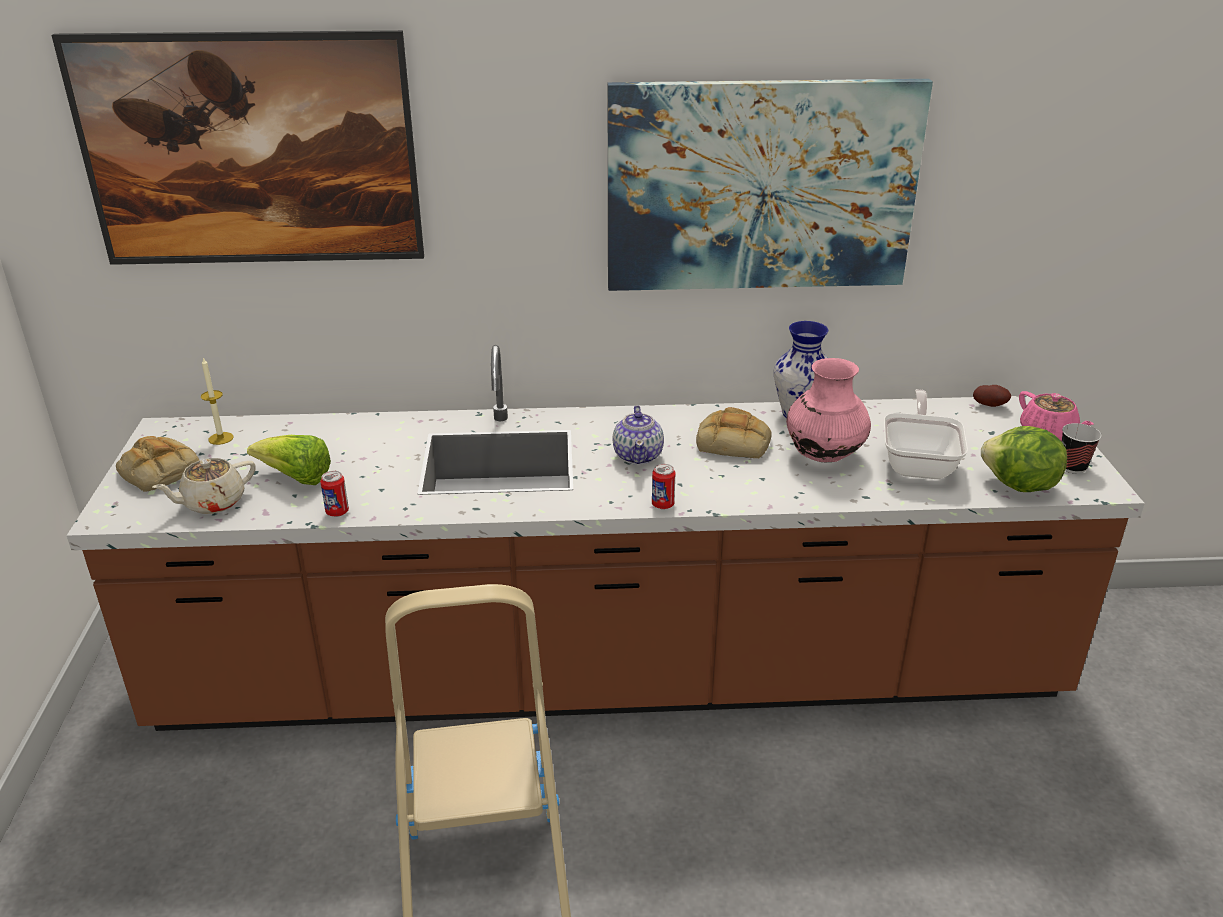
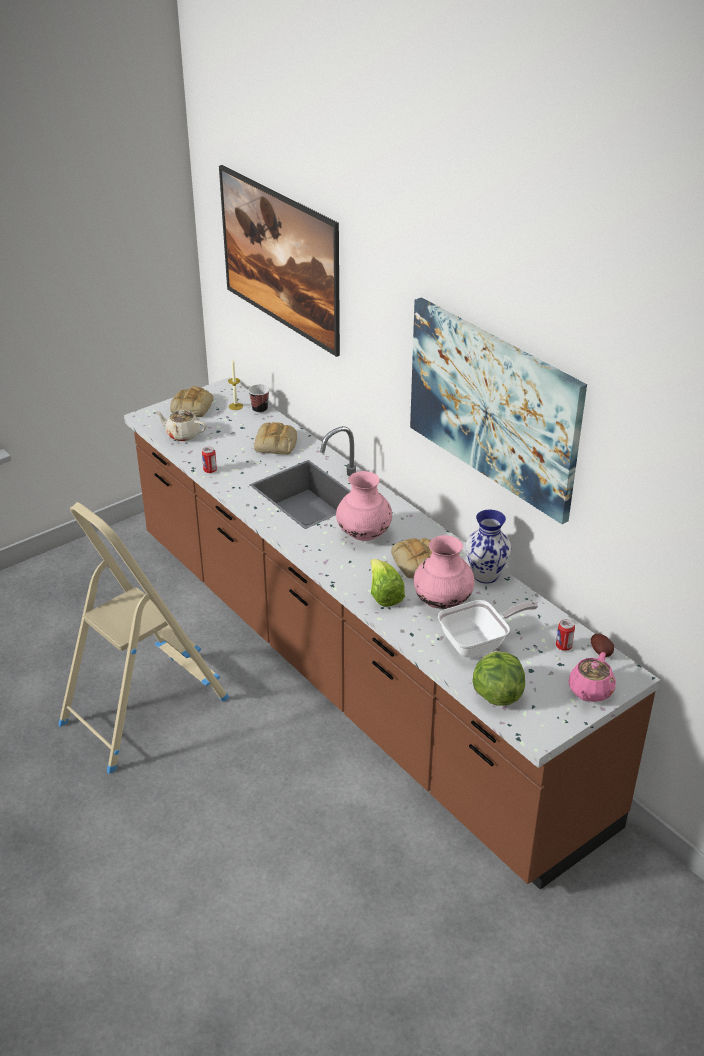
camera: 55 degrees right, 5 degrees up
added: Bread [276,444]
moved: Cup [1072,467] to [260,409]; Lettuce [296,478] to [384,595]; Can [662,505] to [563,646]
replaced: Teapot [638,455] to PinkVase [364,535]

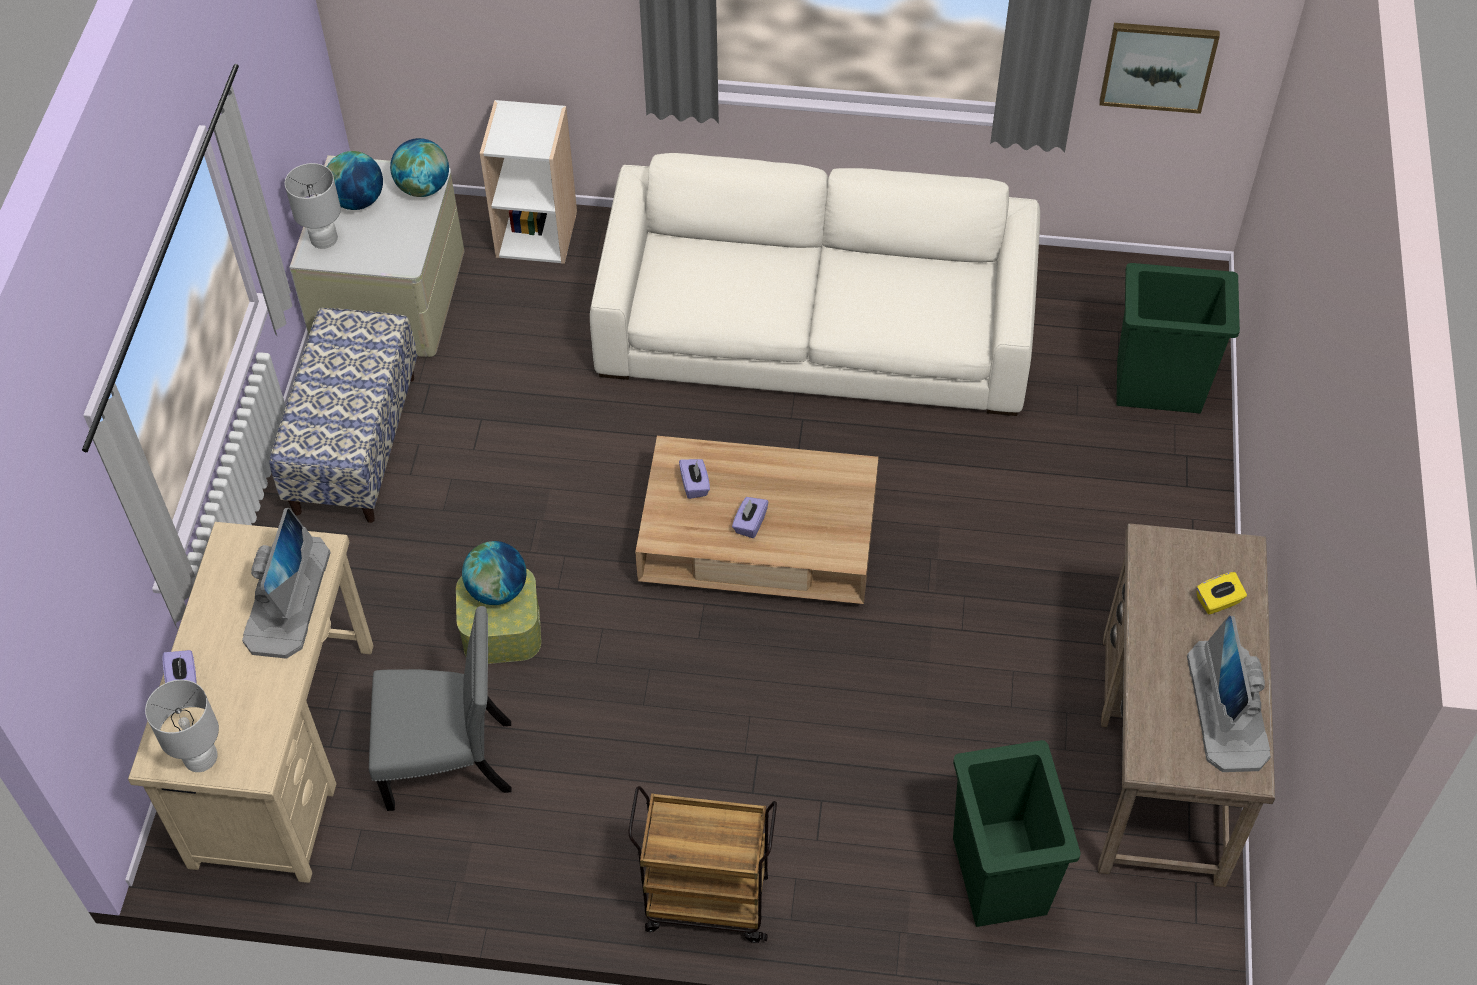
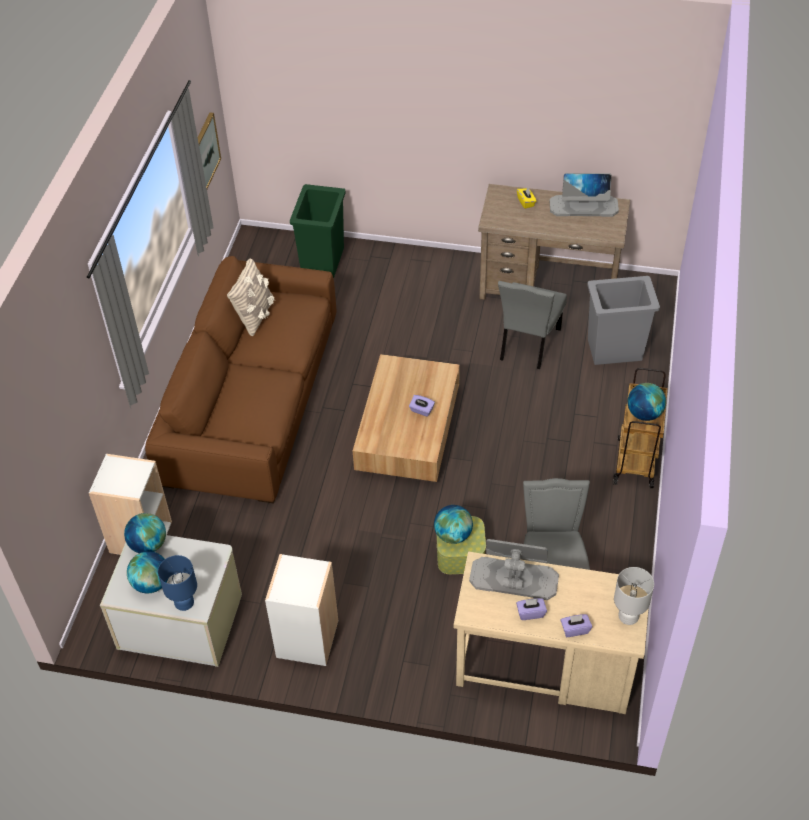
camera: 85 degrees left, 5 degrees down
added: BeigePillow [255,316]; GreyChair [528,342]; Globe [644,414]
moved: PurpleTissueBox [695,485] to [530,613]
replaced: Bench [354,443] to Bookcase [307,638]
recoloured: WhiteSofa [817,324] to BrownSofa [251,396]; GreyTableLamp [324,239] to BlueTableLamp [184,602]; GreenTrashCan [998,877] to GreyTrashCan [615,350]

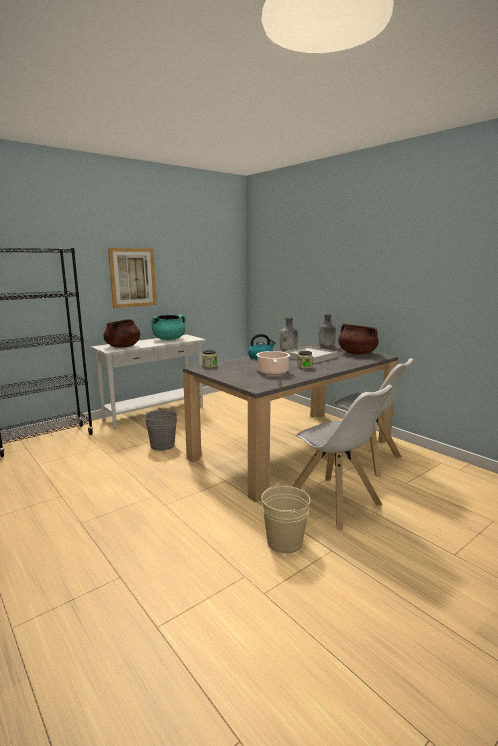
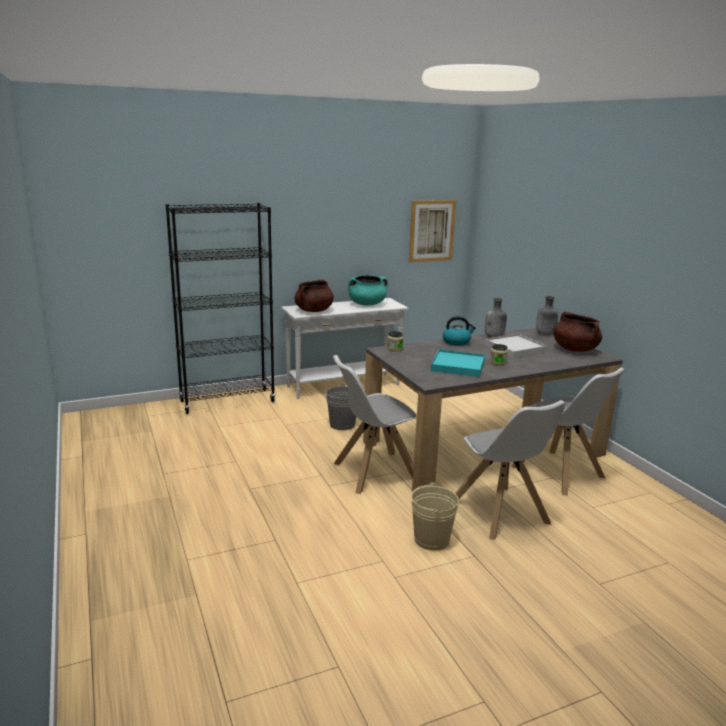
camera: 15 degrees right, 5 degrees up
added: Chair [373,472]
moved: Picture [133,277] to [431,231]
replaced: CookingPot [273,373] to TurquoiseTray [457,366]

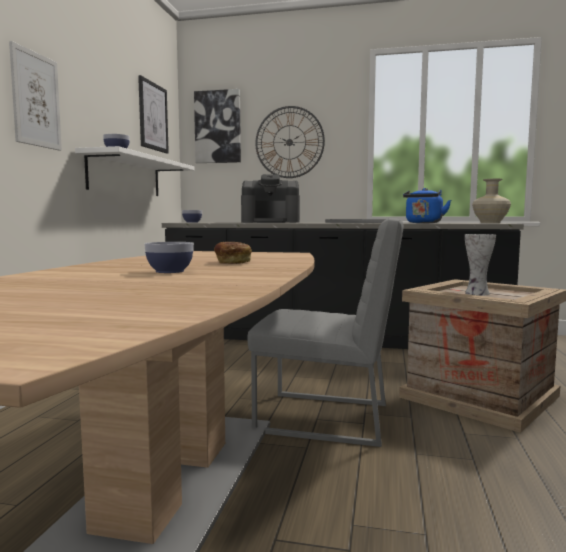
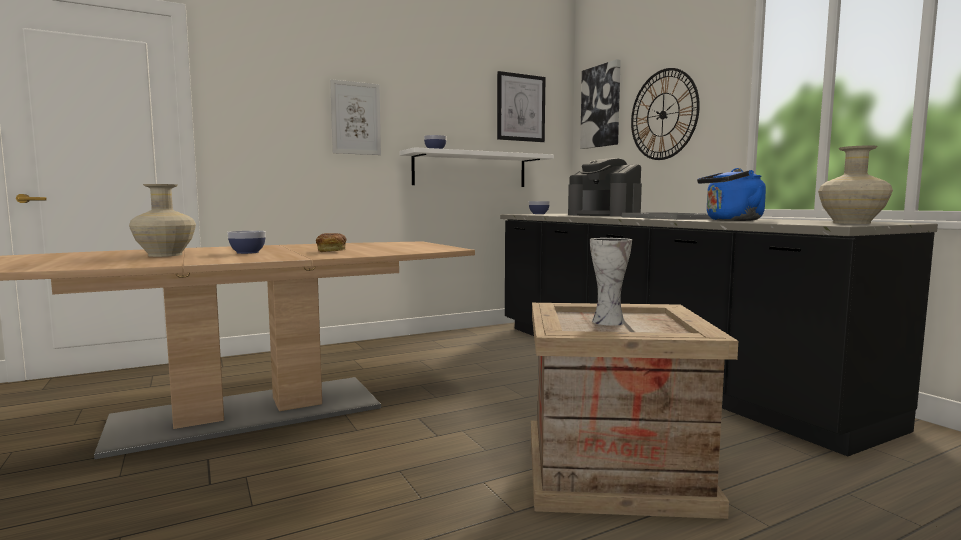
camera: 50 degrees right, 0 degrees up
removed: GreyChair [328,418]
added: BeigeVase [165,255]

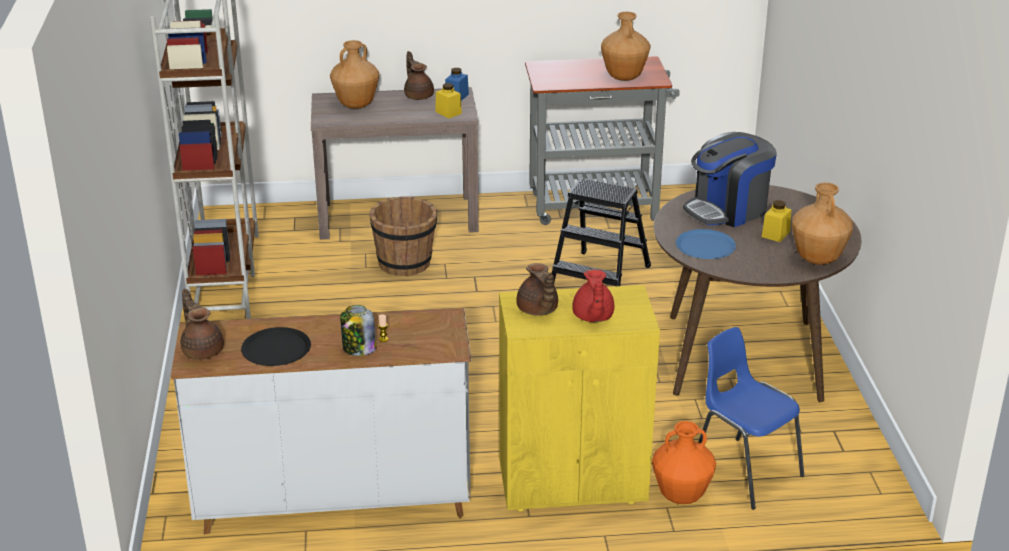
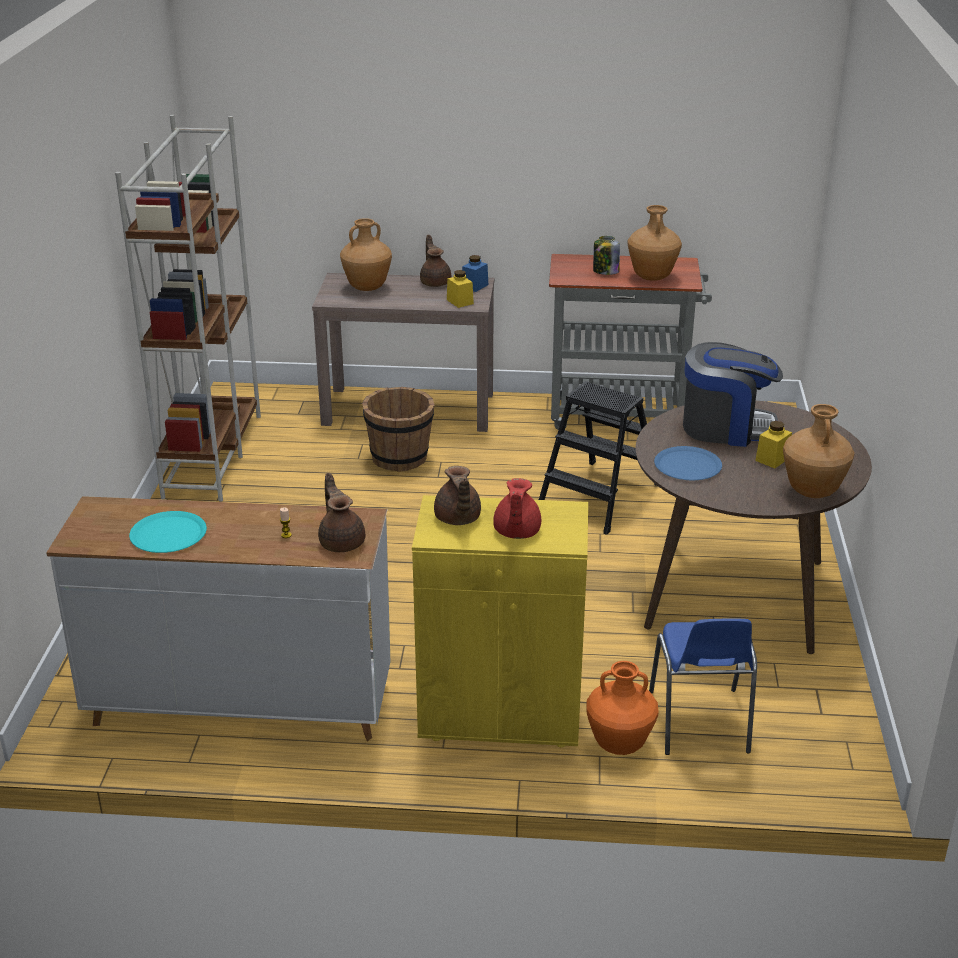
camera: 10 degrees right, 0 degrees up
moved: BrownTeapot [202,350] to [342,542]; Jar [358,349] to [605,271]
recoloured: BlackPlate [276,348] to TurquoisePlate [168,534]
turned: CoffeeMachine [727,209] = [726,427] 150 degrees counterclockwise; BlueChair [744,471] = [699,724] 150 degrees counterclockwise

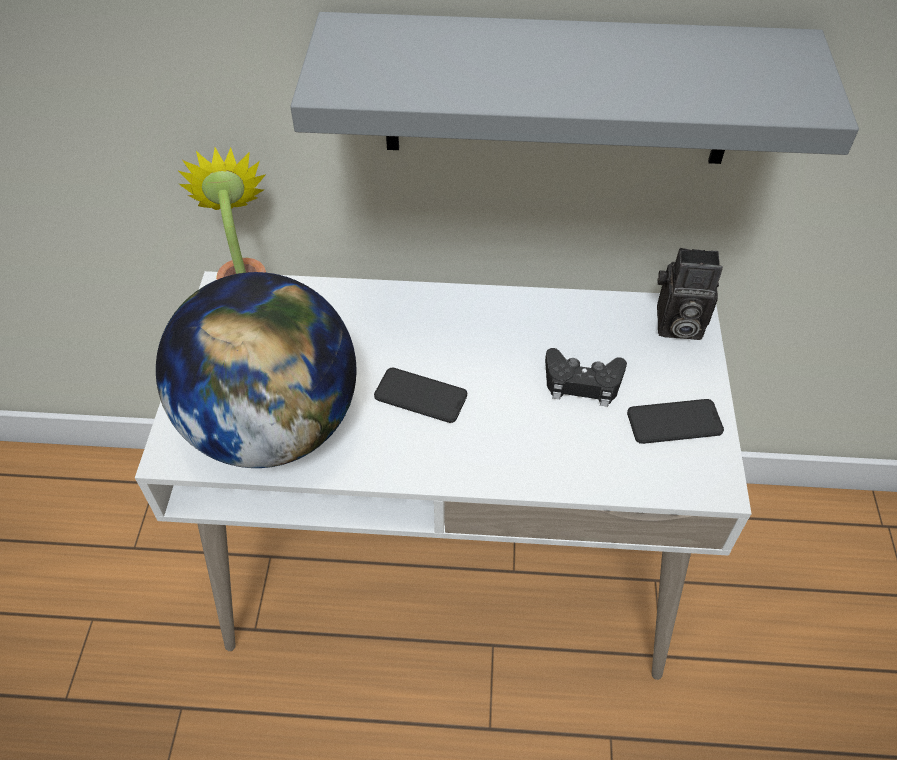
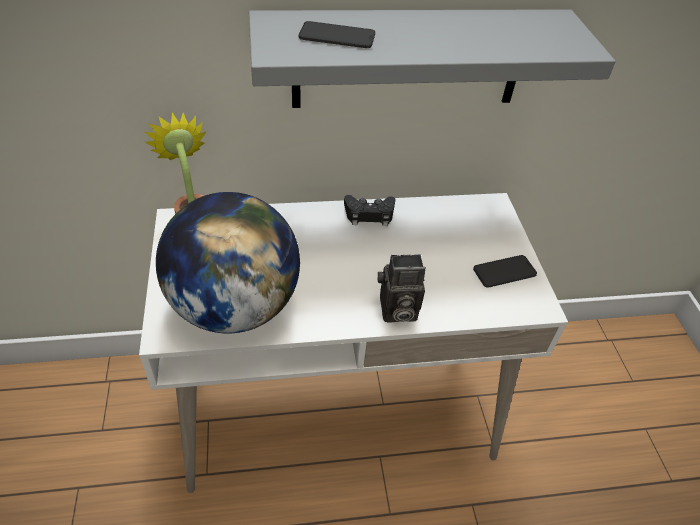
camera: 15 degrees left, 5 degrees down
moved: PhotoCamera [676,325] to [396,311]; BlackGameController [582,382] to [369,214]; Phone [420,396] to [337,36]

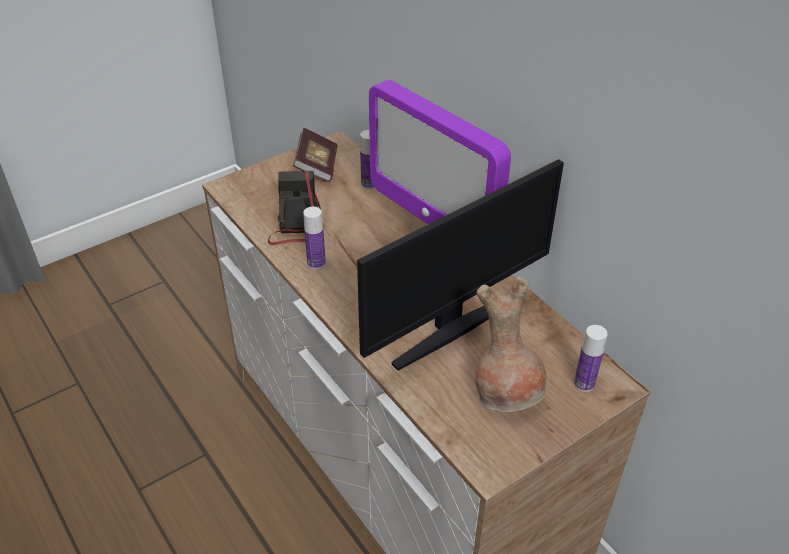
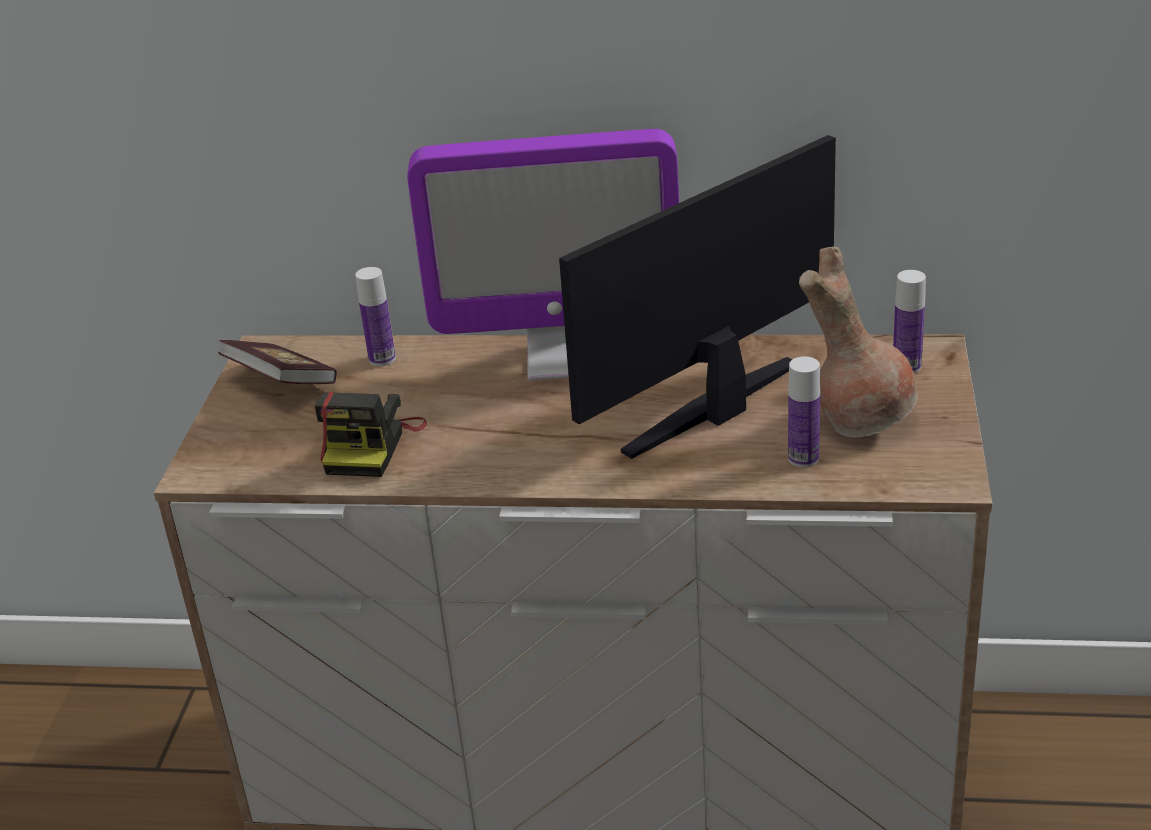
camera: 45 degrees left, 10 degrees down
moved: Bottle [316,263] to [803,458]
turned: Monitor [453,328] = [718,410] 135 degrees counterclockwise; PhotoCamera [297,225] = [371,446] 120 degrees counterclockwise

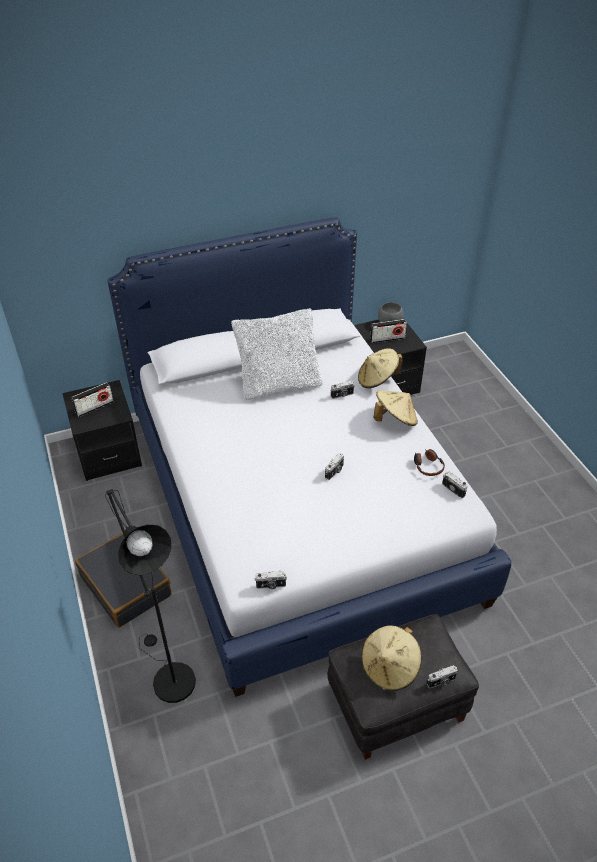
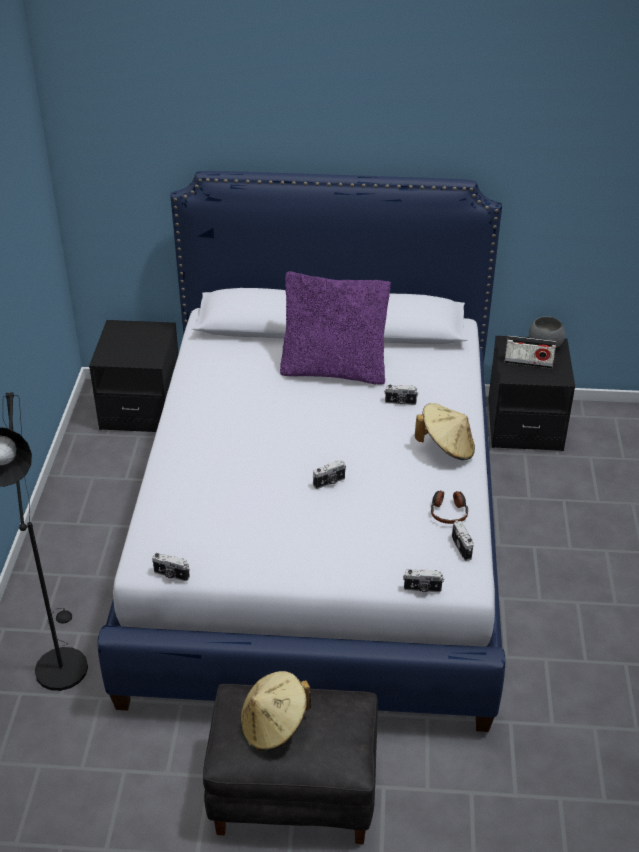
camera: 25 degrees right, 5 degrees down
removed: BeigeHat [377,379]; Radio [94,407]; BlackSuitcase [126,585]
moved: PhotoCamera [441,682] to [422,589]
recoloured: WhitePillow [279,382] to PurplePillow [334,367]

